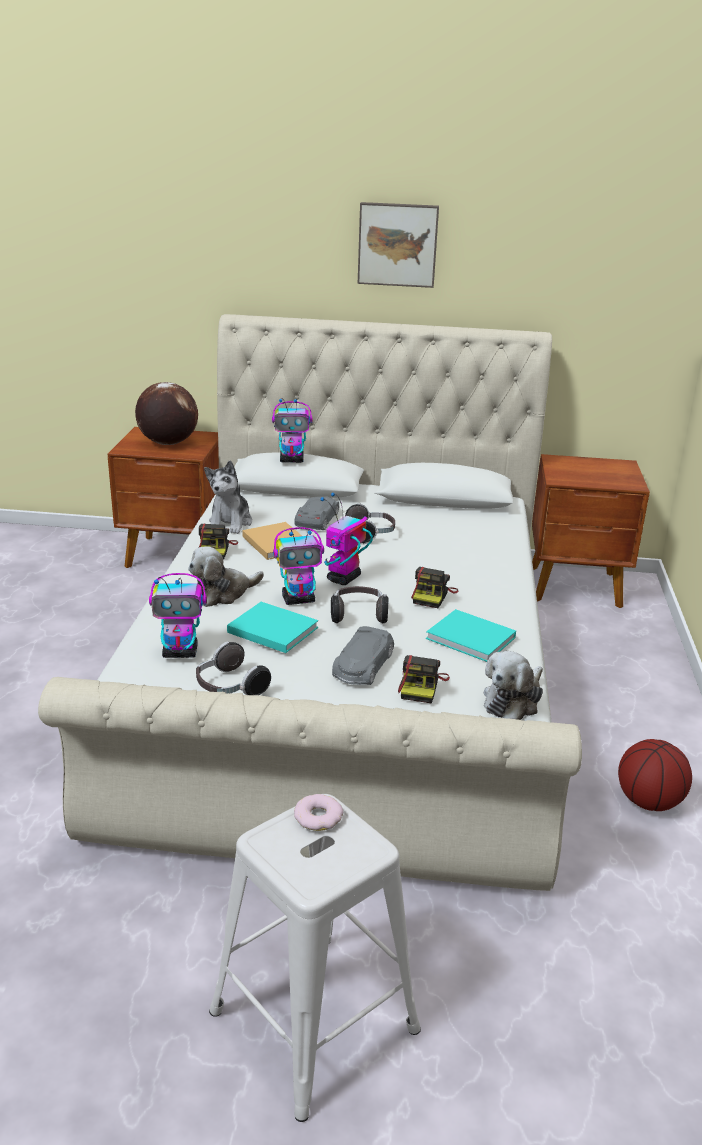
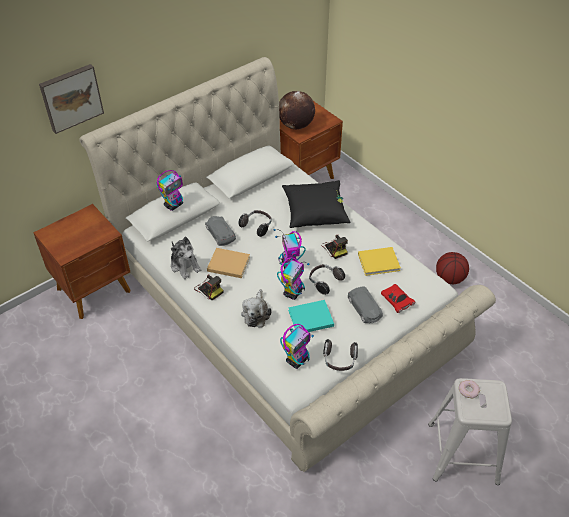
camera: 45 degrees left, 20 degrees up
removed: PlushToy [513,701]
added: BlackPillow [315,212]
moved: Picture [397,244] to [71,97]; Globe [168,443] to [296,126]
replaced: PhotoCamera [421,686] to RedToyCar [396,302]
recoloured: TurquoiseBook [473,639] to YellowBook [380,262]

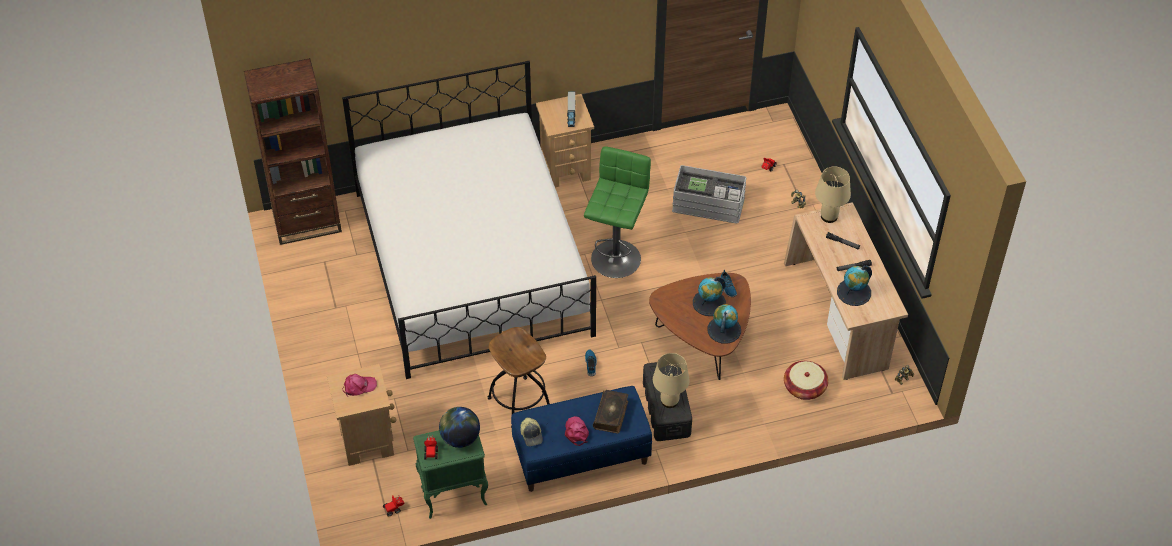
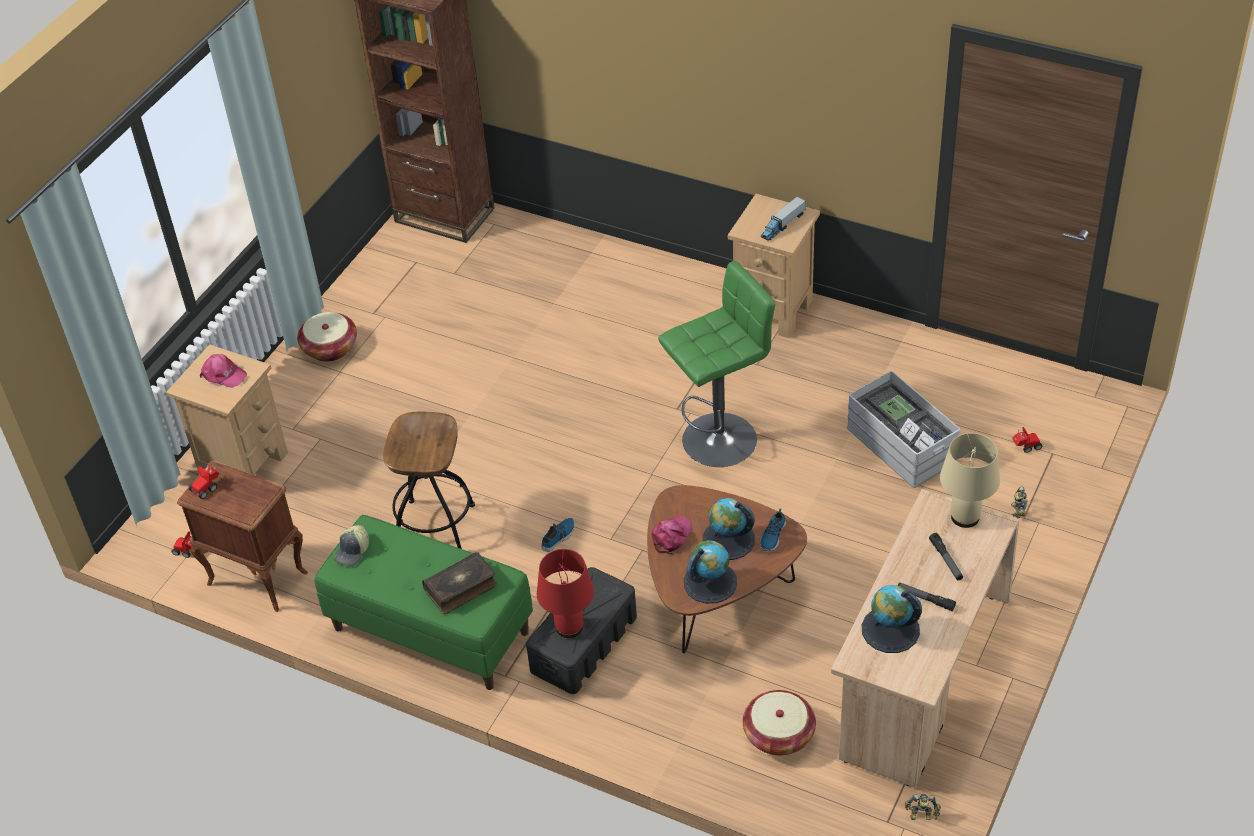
camera: 45 degrees right, 5 degrees down
removed: WhiteBed [472,262]; Globe [460,438]
added: Basket [330,348]
moved: PinkCap [576,432] to [671,536]
recoloured: BeigeTableLamp [669,400] to RedTableLamp [569,626]; BlueBench [581,457] to GreenBench [430,631]; GreenNightstand [453,496] to BrownNightstand [257,579]

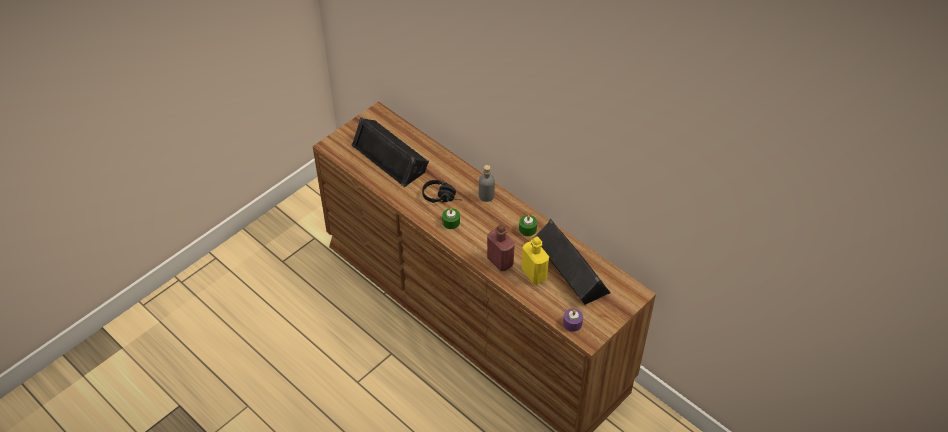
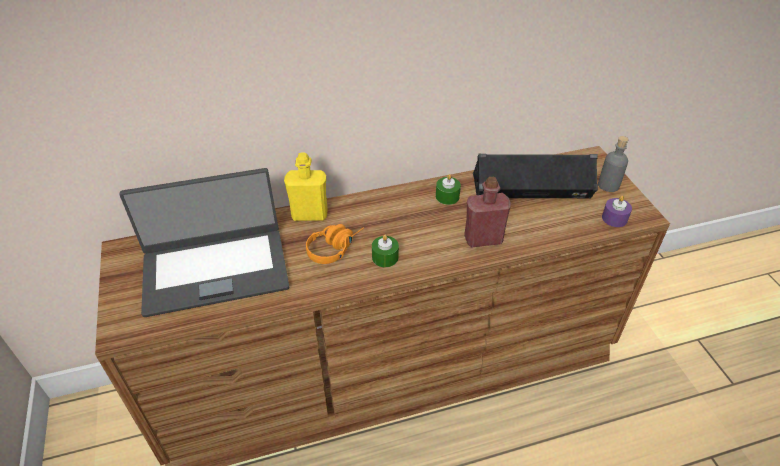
camera: 60 degrees left, 5 degrees down
moved: GreyBottle [486,196] to [608,185]; YellowBottle [534,274] to [309,214]
replaced: BlackSpeaker [391,157] to Laptop [215,270]
recoloured: BlackHeadphones [443,197] to OrangeHeadphones [335,247]

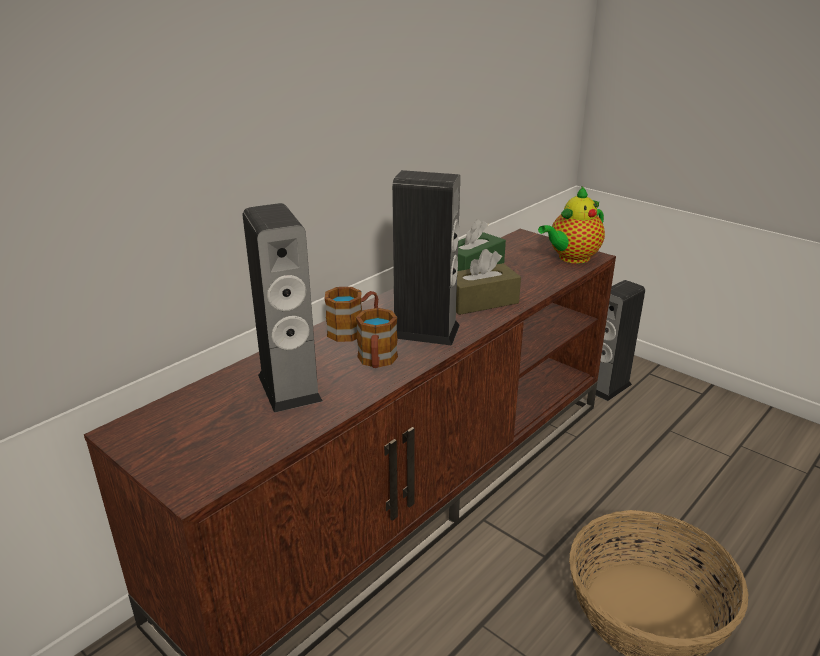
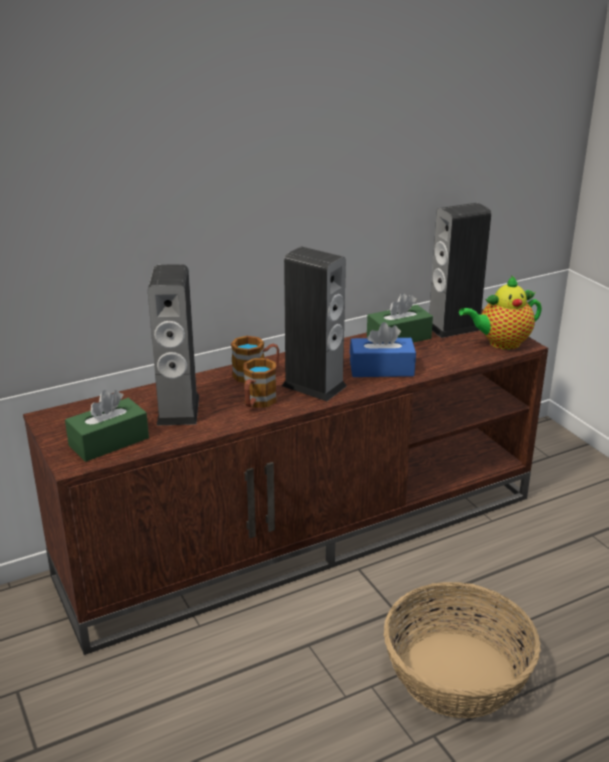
camera: 20 degrees right, 0 degrees up
added: GreenTissueBox [109,442]
moved: Speaker [607,386] to [453,327]
recoloured: BrownTissueBox [481,301] to BlueTissueBox [381,369]

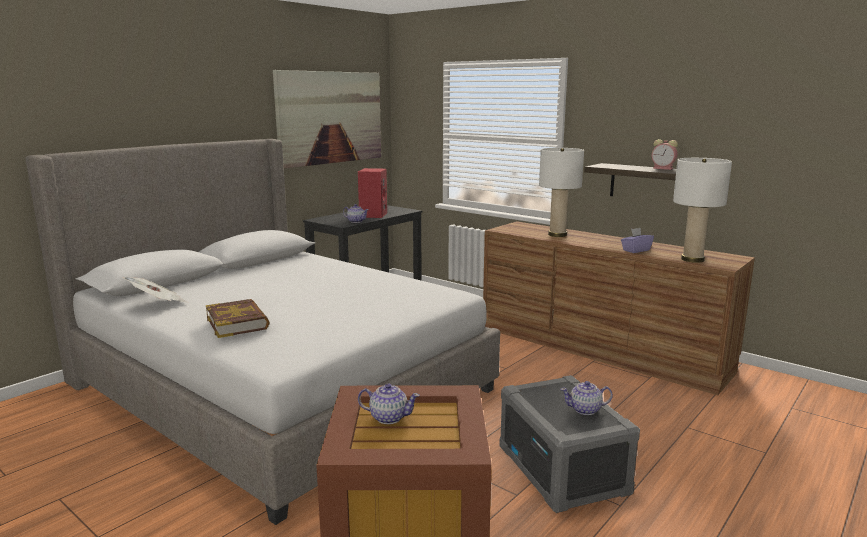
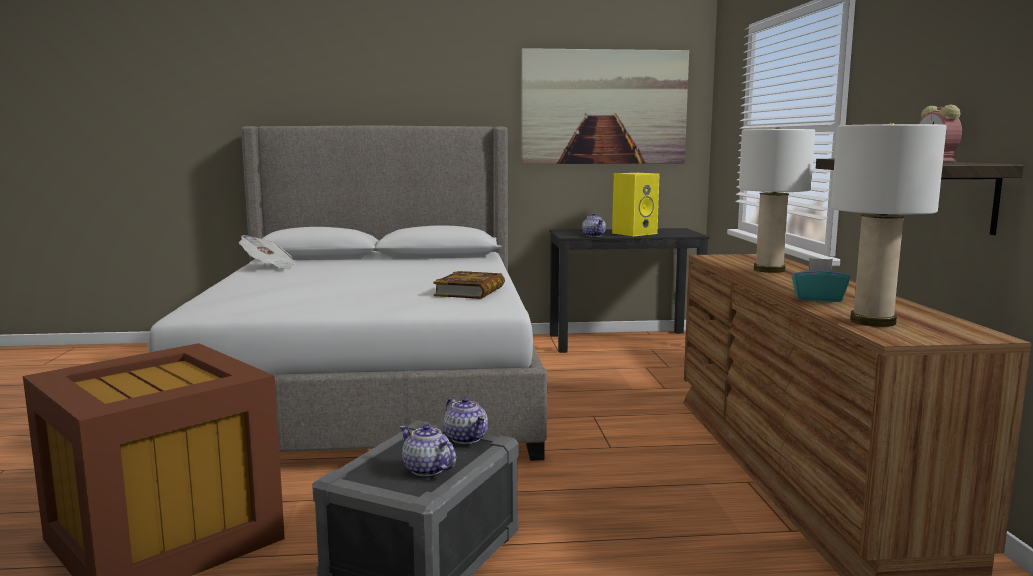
camera: 45 degrees right, 5 degrees down
moved: Book [238,323] to [470,291]; Teapot [388,417] to [466,438]
recoloured: RedSpeaker [373,215] to YellowSpeaker [634,233]; PurpleTissueBox [636,250] to TurquoiseTissueBox [818,299]

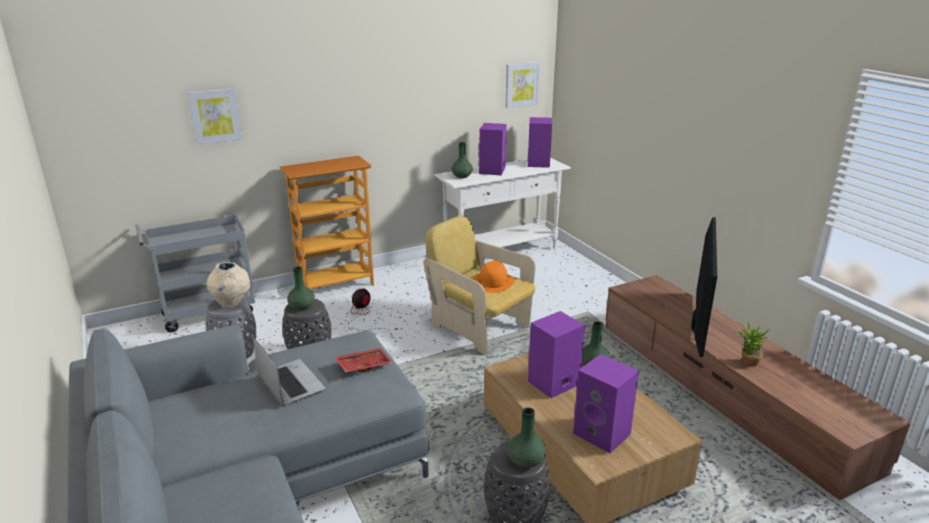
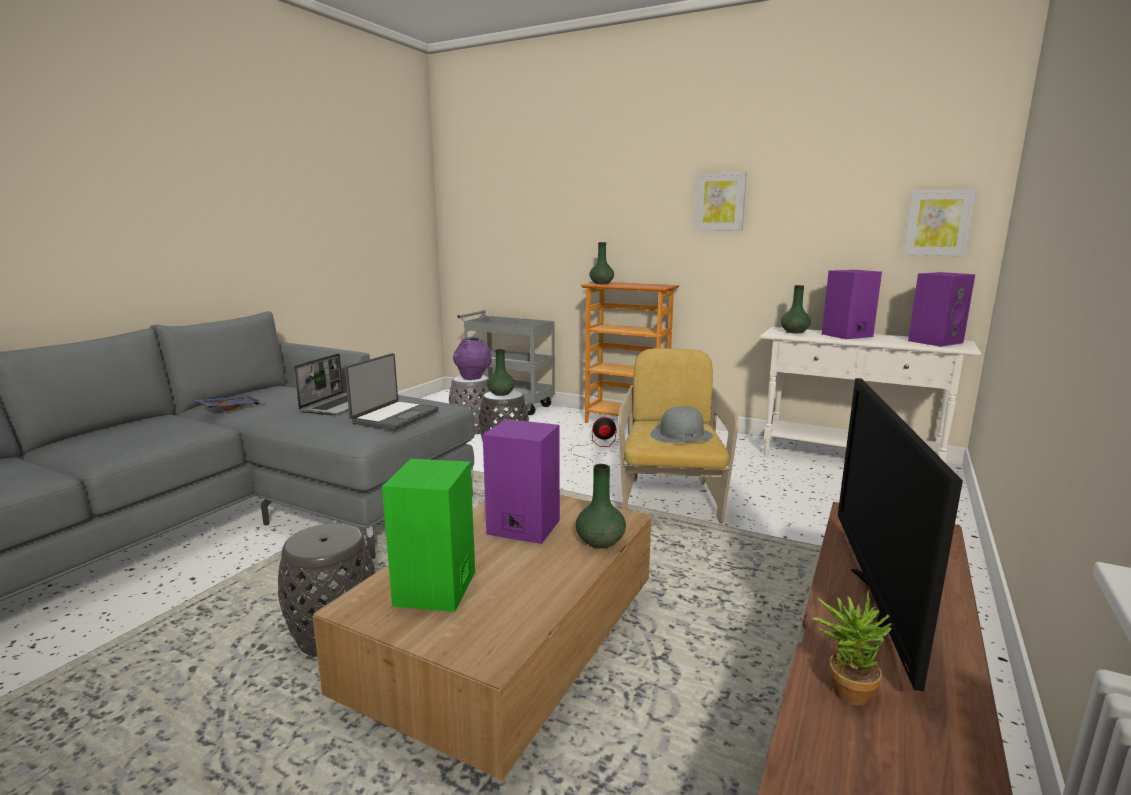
camera: 55 degrees right, 10 degrees down
added: BlueTray [230,408]
moved: Picture [215,116] to [720,202]; GreenVase [525,460] to [601,283]
replaced: RedTray [363,365] to Laptop [394,417]
recoloured: OrangeHat [493,282] to GreyHat [681,435]; BeigeVase [231,304] to PurpleVase [473,378]; PurpleSpeaker [603,434] to GreenSpeaker [436,590]
turned: Television [697,325] = [875,598] 120 degrees clockwise

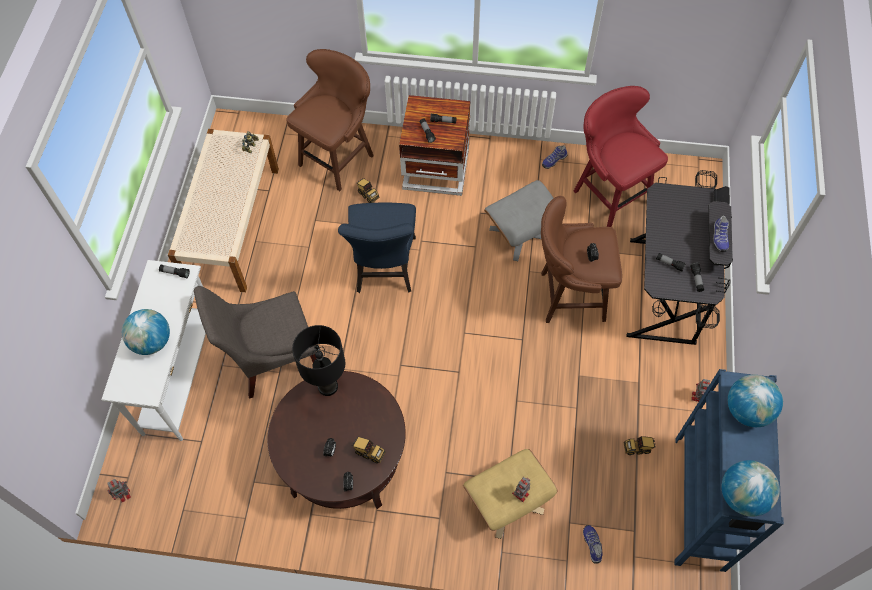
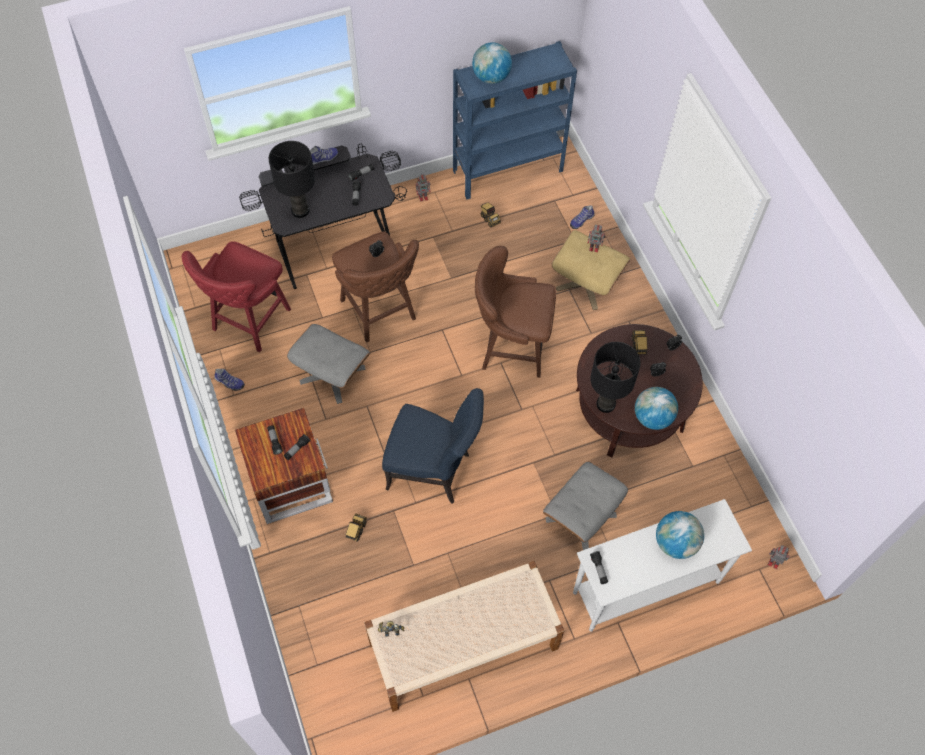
camera: 120 degrees left, 0 degrees up
added: BlackTableLamp [300,211]
moved: BrownStool [338,158] to [510,348]; Globe [742,496] to [652,417]
replaced: GreyChair [271,358] to GreyOttoman [581,517]
turned: BlueChair [384,269] = [433,471] 45 degrees clockwise

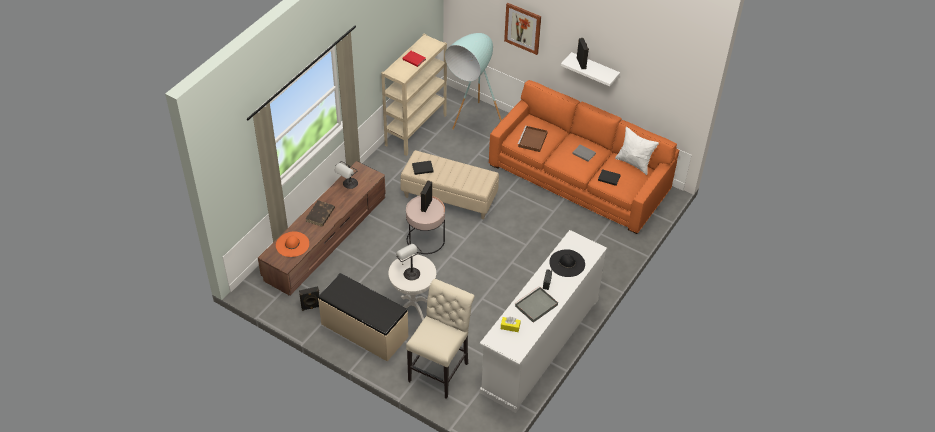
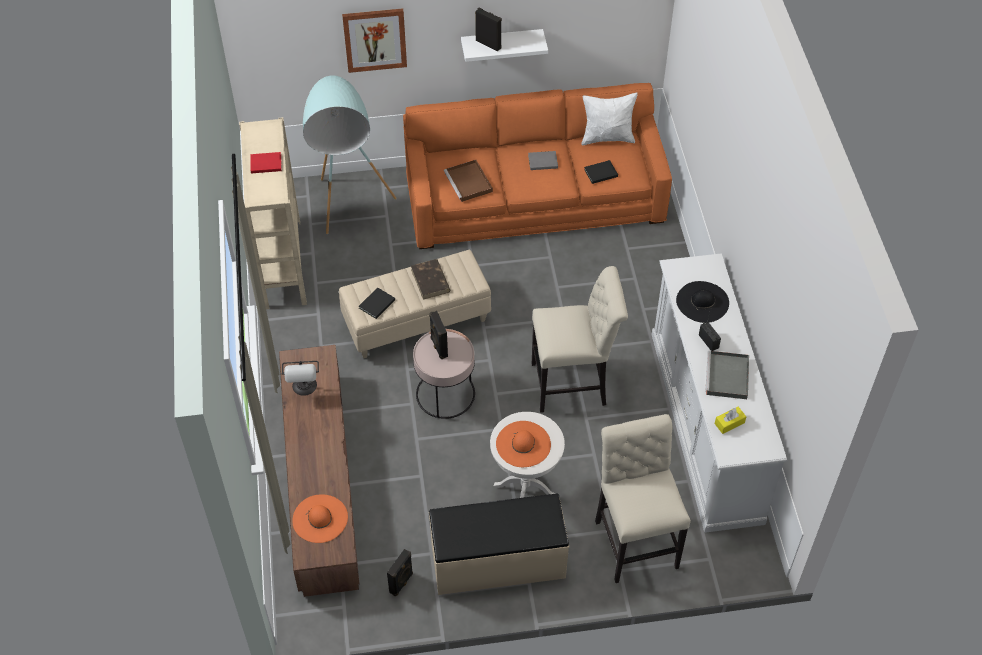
camera: 40 degrees left, 5 degrees up
added: BeigeStool [573,384]
moved: BrownBook [320,215] to [430,281]
replaced: TableLamp [409,271] to OrangeHat [523,444]

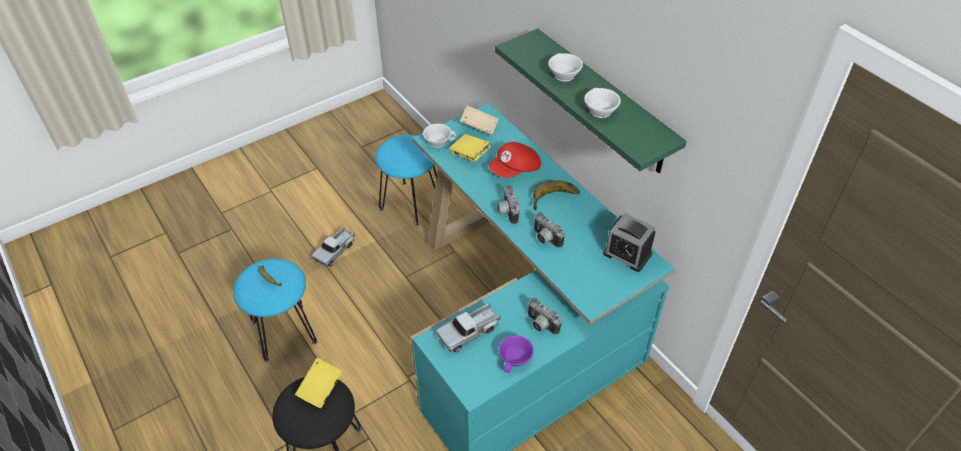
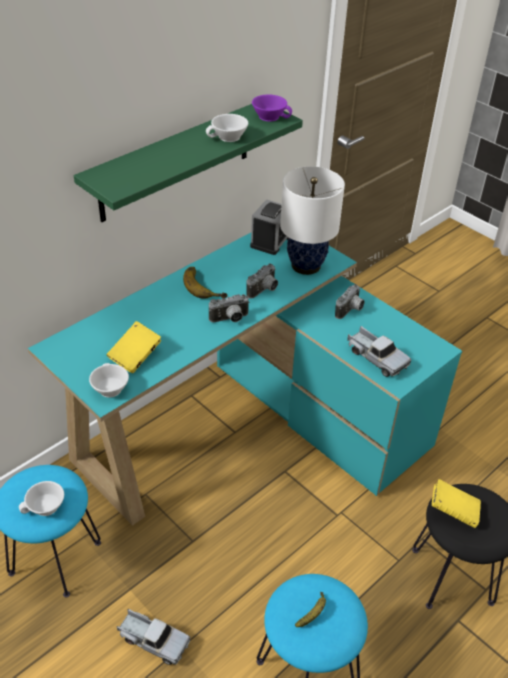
camera: 100 degrees left, 5 degrees down
removed: BeigeBook [479,128]; RedCap [515,170]
added: WhiteTableLamp [306,266]
moved: WhiteCup [562,75] to [45,508]; PurpleCup [516,359] to [270,116]

